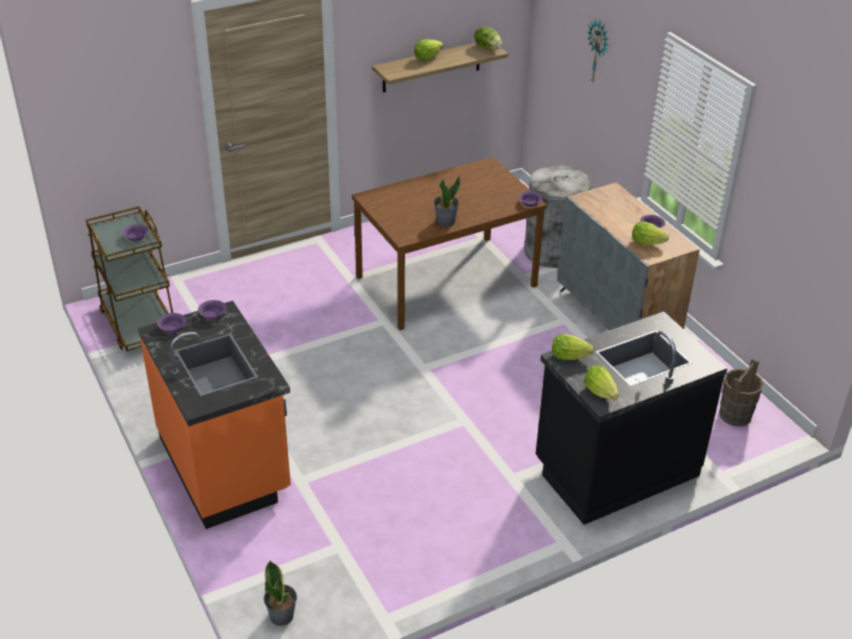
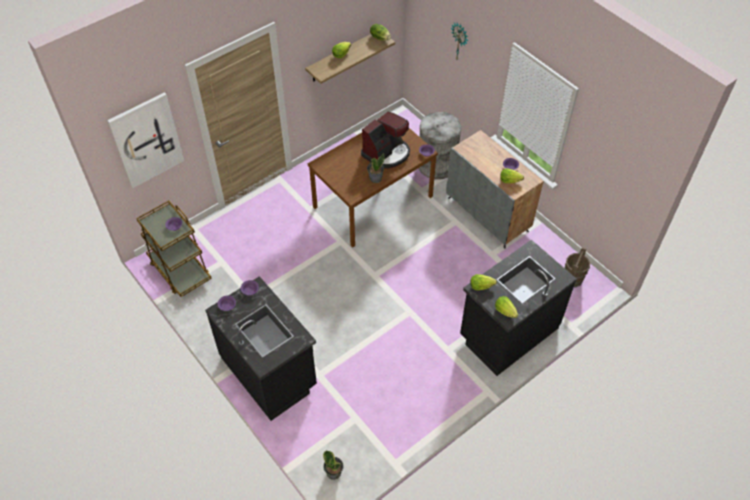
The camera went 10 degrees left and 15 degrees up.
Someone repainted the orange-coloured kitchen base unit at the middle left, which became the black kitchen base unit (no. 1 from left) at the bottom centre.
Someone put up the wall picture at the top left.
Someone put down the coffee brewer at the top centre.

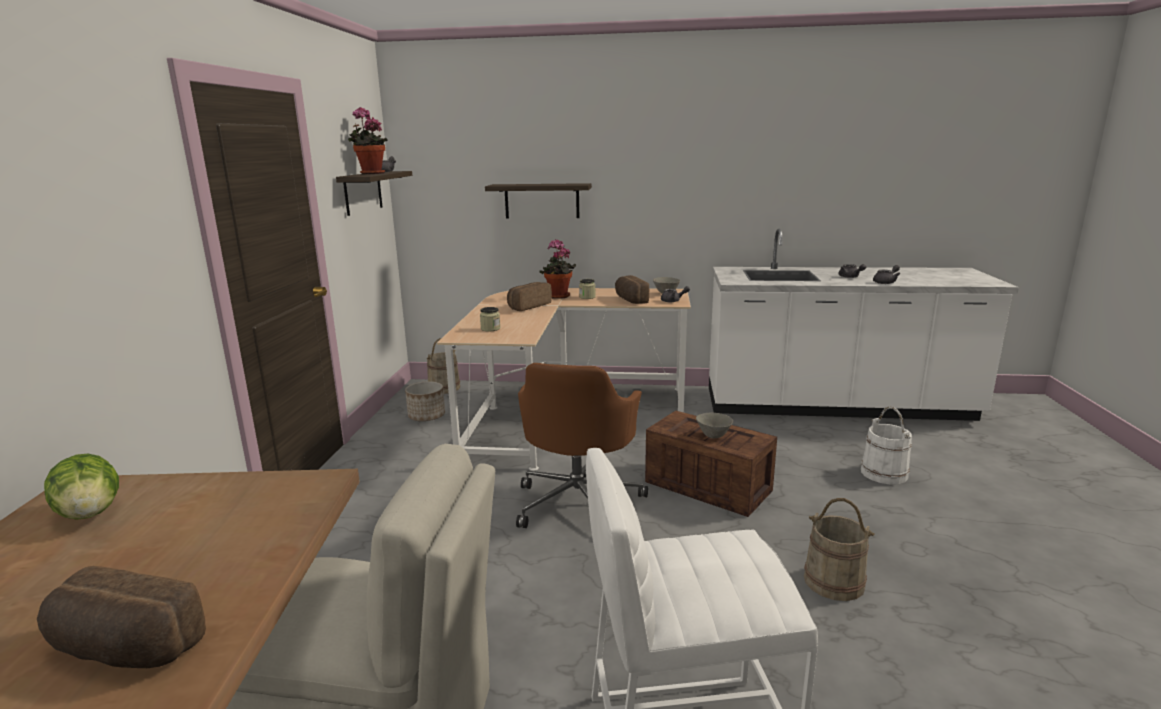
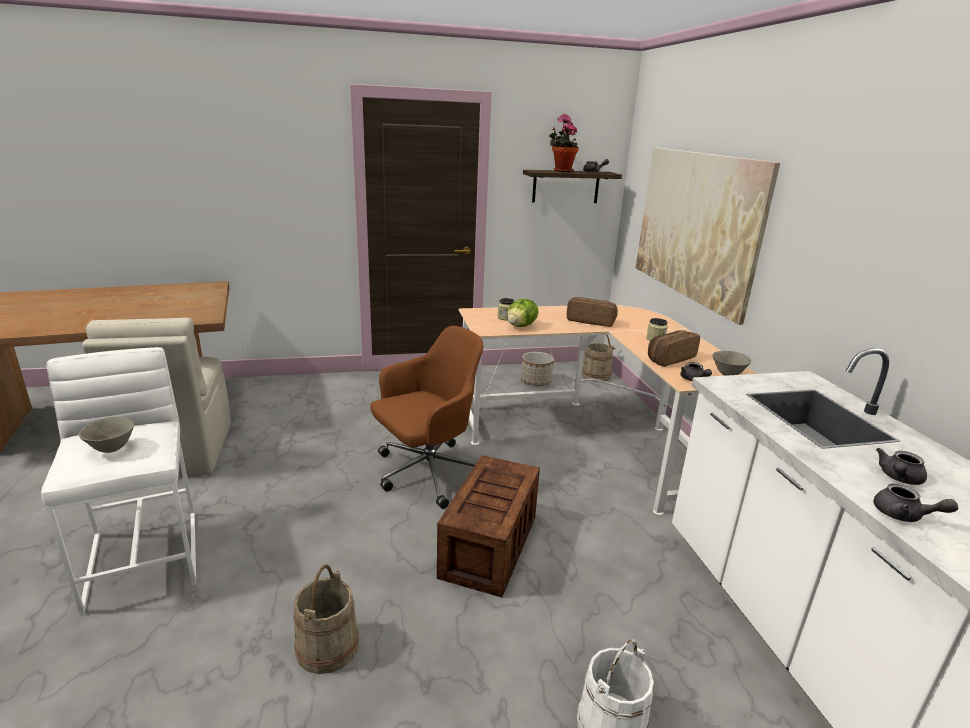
The camera went 70 degrees right and 5 degrees up.
Someone took away the bakery bread (no. 1 from left) at the bottom left.
Someone carried the lettuce from the bottom left to the centre.
Someone swapped the bracket shelf (no. 2 from left) at the top centre for the wall picture at the top right.
Someone rotated the brown computer chair at the centre by 150 degrees clockwise.
Someone took away the plant in a pot (no. 2 from left) at the centre.
Someone carried the greyish serving bowl (no. 2 from left in the first image) from the centre to the middle left.

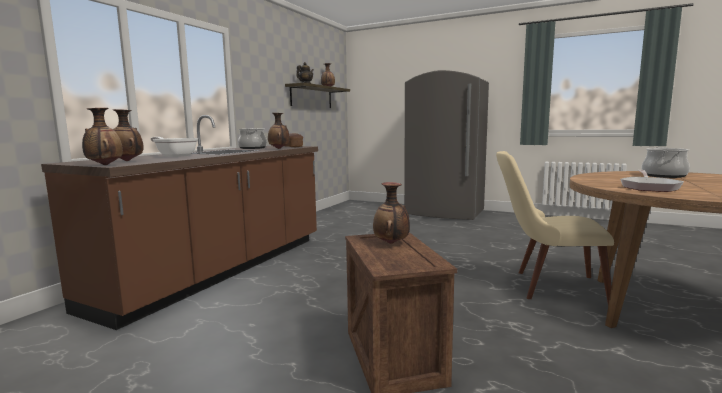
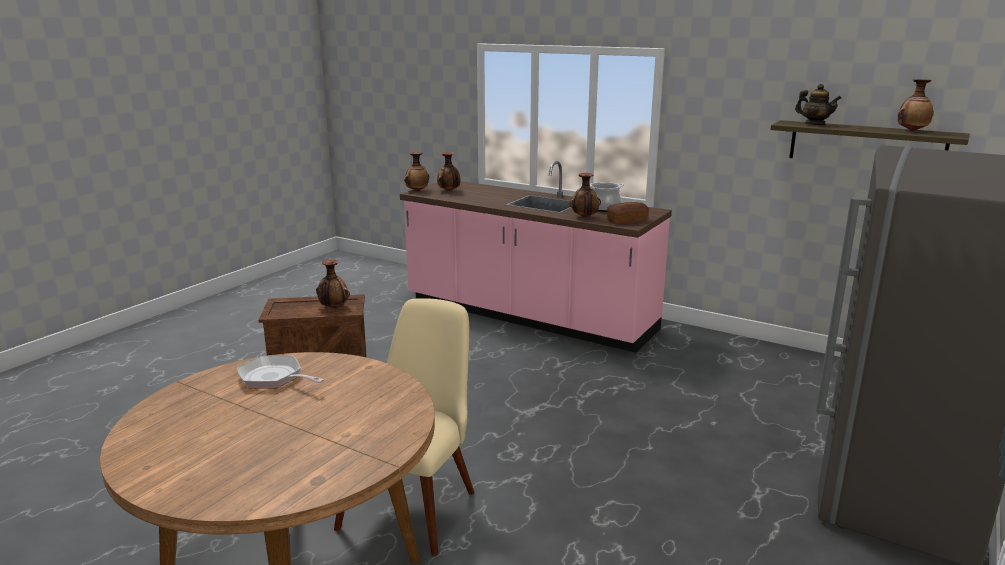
The camera went 95 degrees right and 10 degrees up.
Someone repainted the brown kitchen base unit at the middle left, which became the pink-coloured kitchen base unit at the centre.
Someone took away the frying pan (no. 1 from left) at the middle left.
Someone took away the saucepot (no. 2 from left) at the middle right.

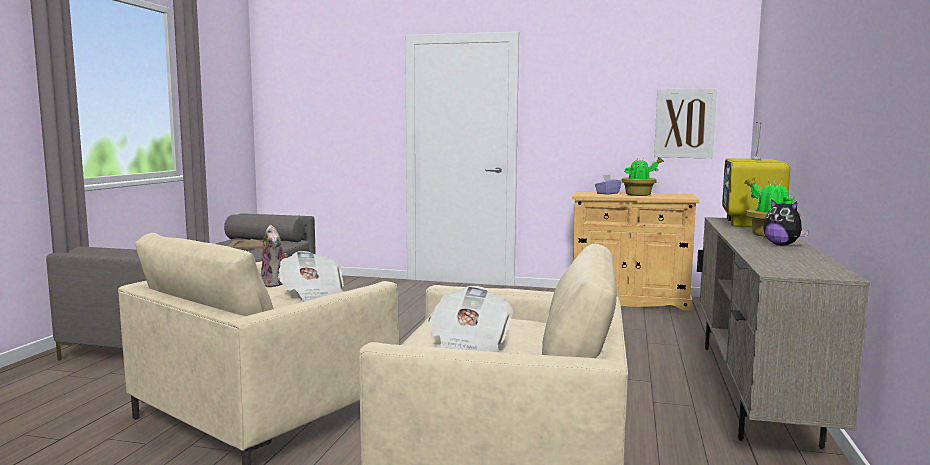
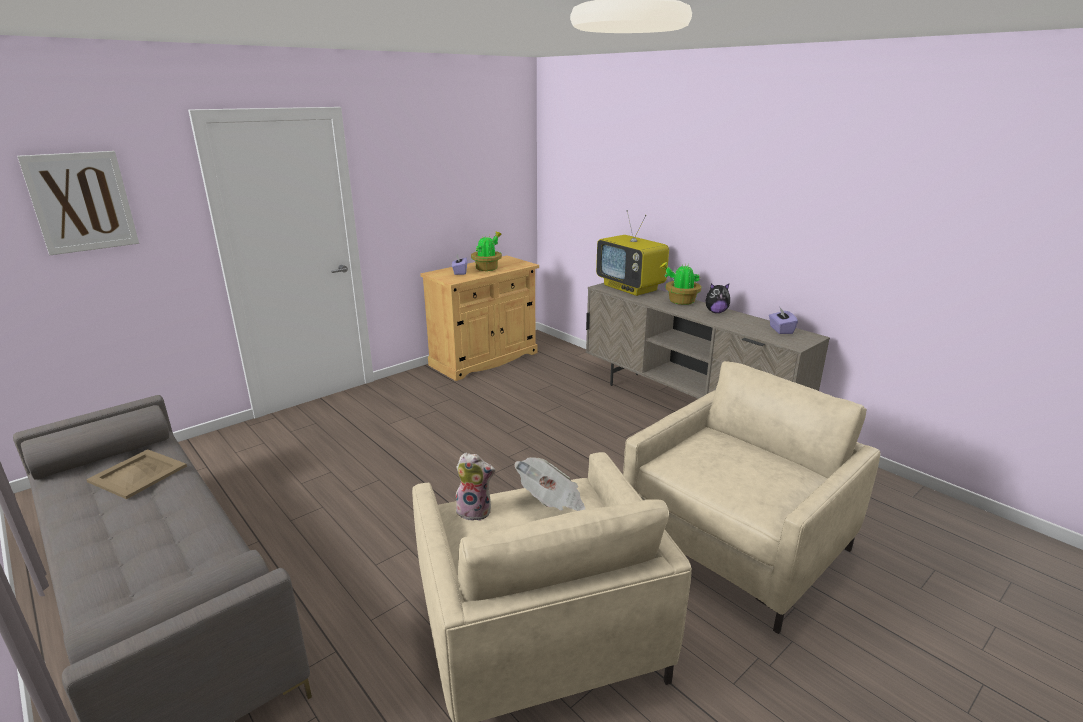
The camera went 55 degrees left and 15 degrees up.
Someone took away the newspaper (no. 2 from left) at the bottom centre.
Someone carried the wall picture from the top right to the top left.
Someone put down the purplish tissue box (no. 2 from left) at the middle right.

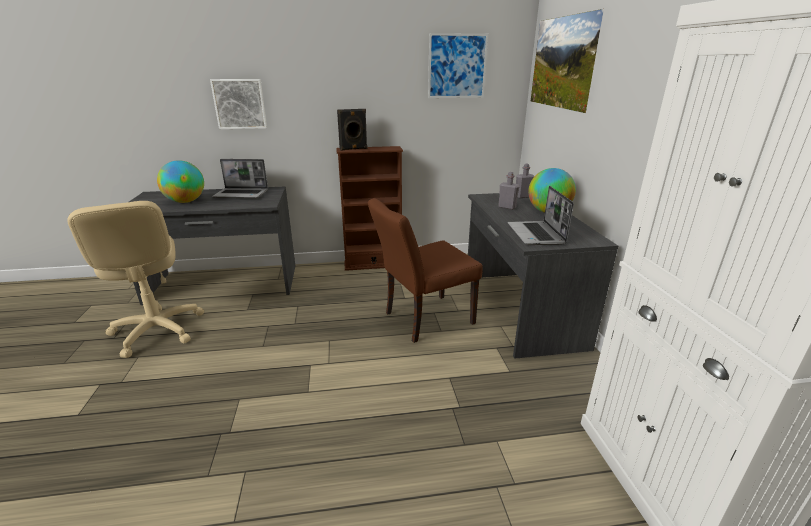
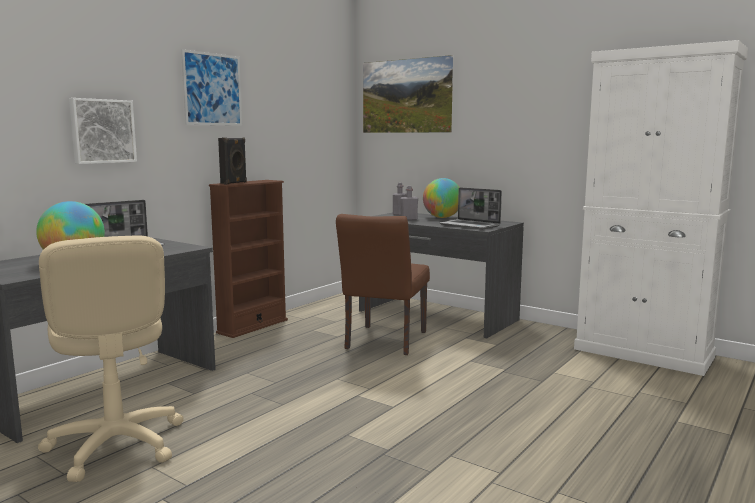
The camera went 45 degrees left and 15 degrees down.
Someone rotated the beige computer chair at the middle left by 45 degrees clockwise.
Someone carried the wall picture (no. 2 from left) from the top centre to the top left.

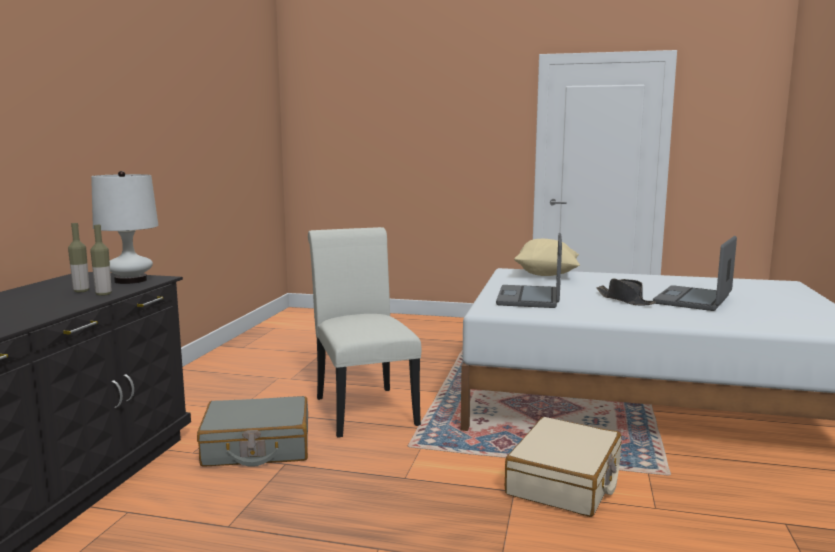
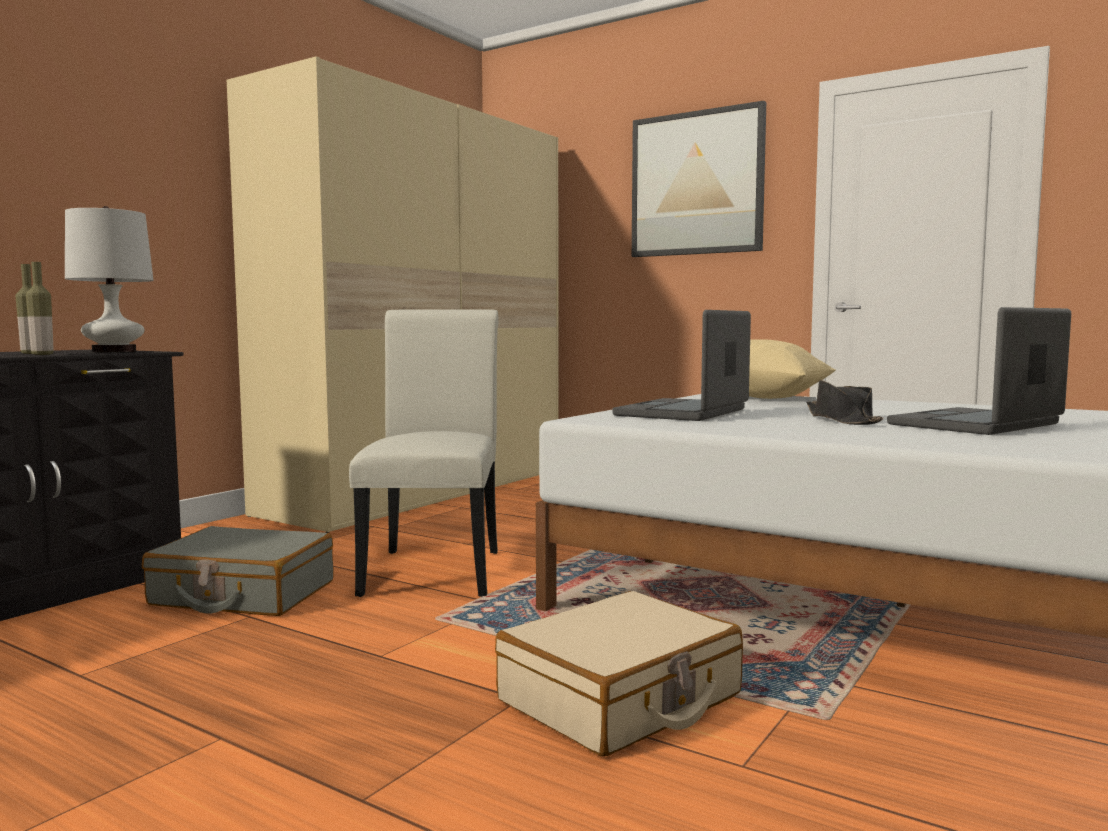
The camera went 20 degrees right and 5 degrees down.
Someone put down the beige wardrobe at the centre.
Someone put up the wall picture at the top centre.

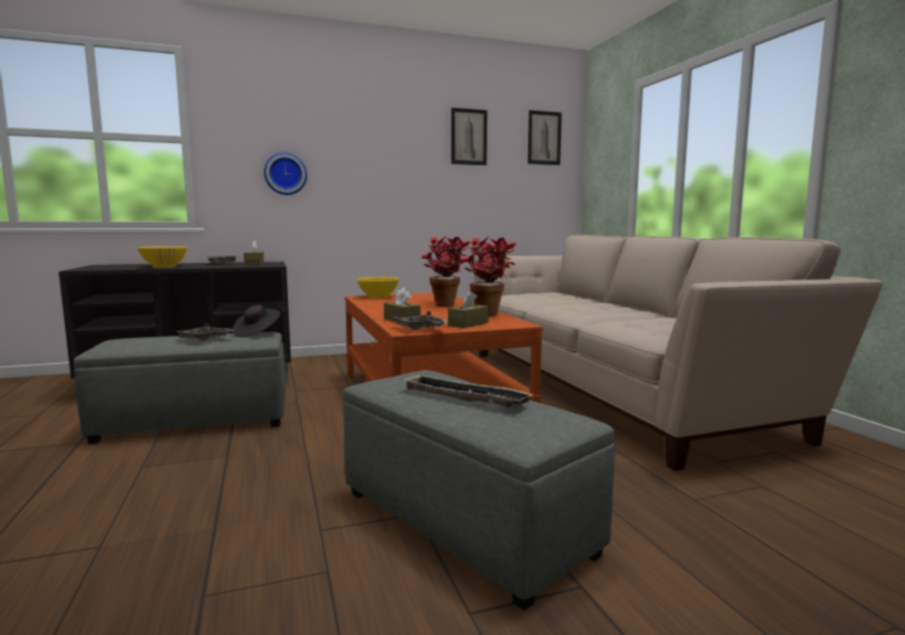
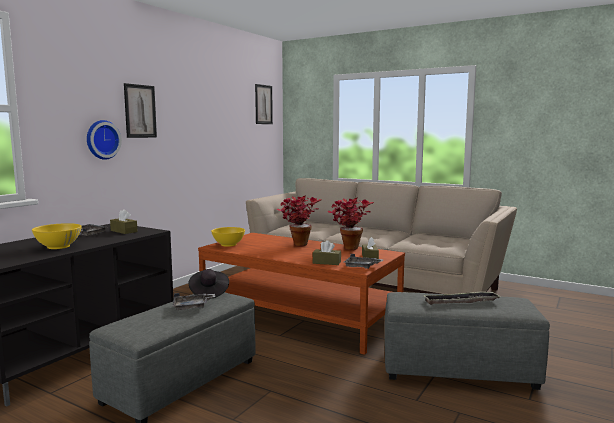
The camera went 40 degrees left and 0 degrees up.
Someone carried the wall picture (no. 1 from left) from the top centre to the top left.

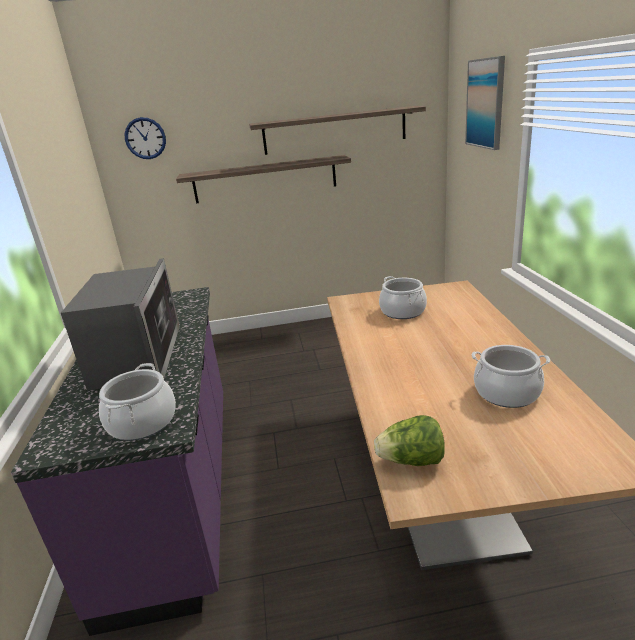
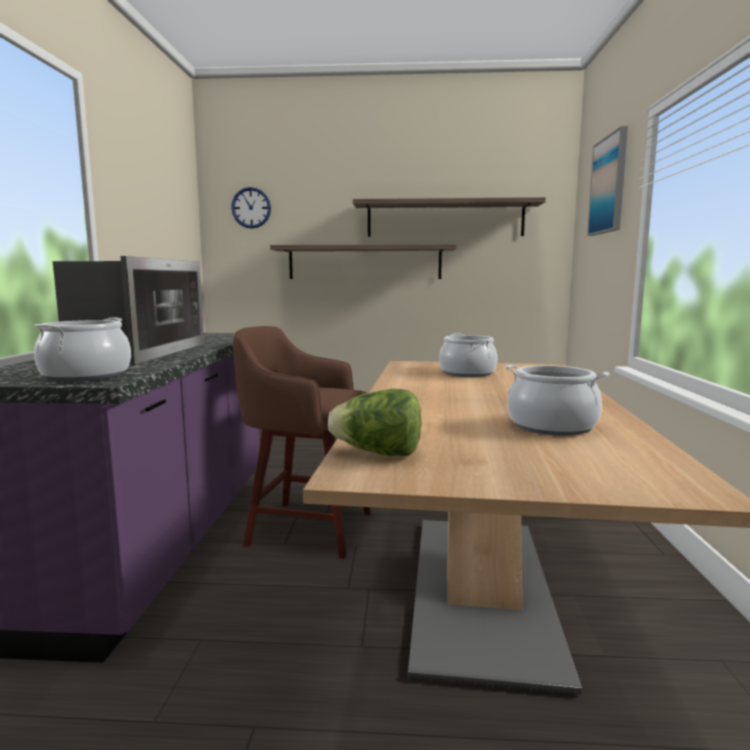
The camera went 10 degrees right and 15 degrees down.
Someone put down the brown stool at the centre.

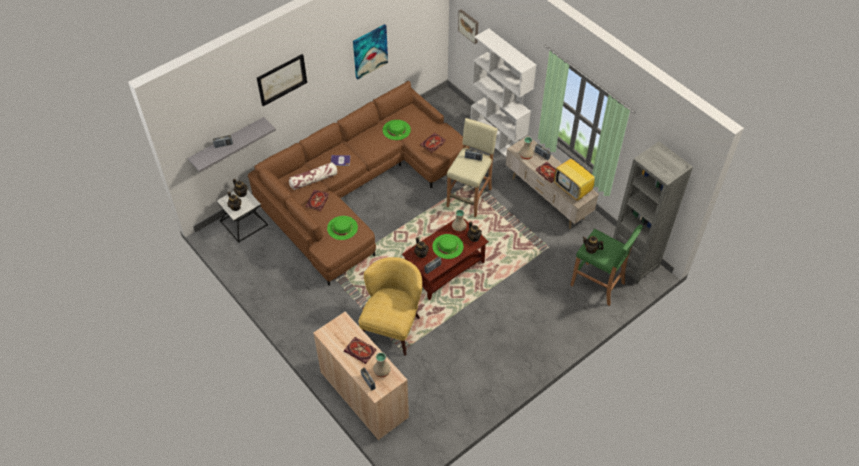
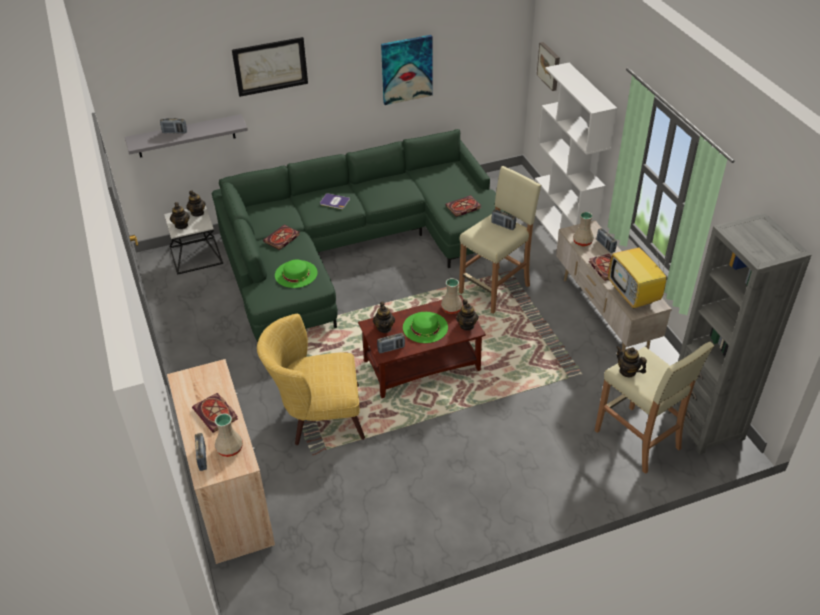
The camera went 20 degrees right and 10 degrees down.
Someone repainted the brown couch at the centre, which became the green-coloured couch at the centre.
Someone took away the cushion at the centre.
Someone rotated the yellow-coloured easy chair at the centre by 135 degrees counterclockwise.
Someone took away the green-coloured wearable hat (no. 2 from left) at the top centre.
Someone repainted the green-coloured stool at the middle right, which became the beige stool (no. 2 from left) at the middle right.

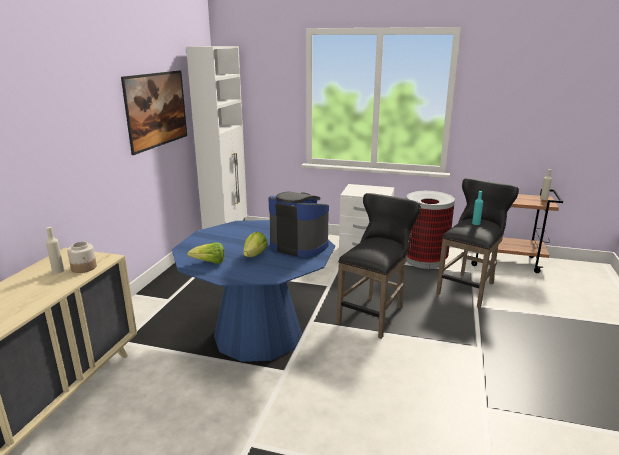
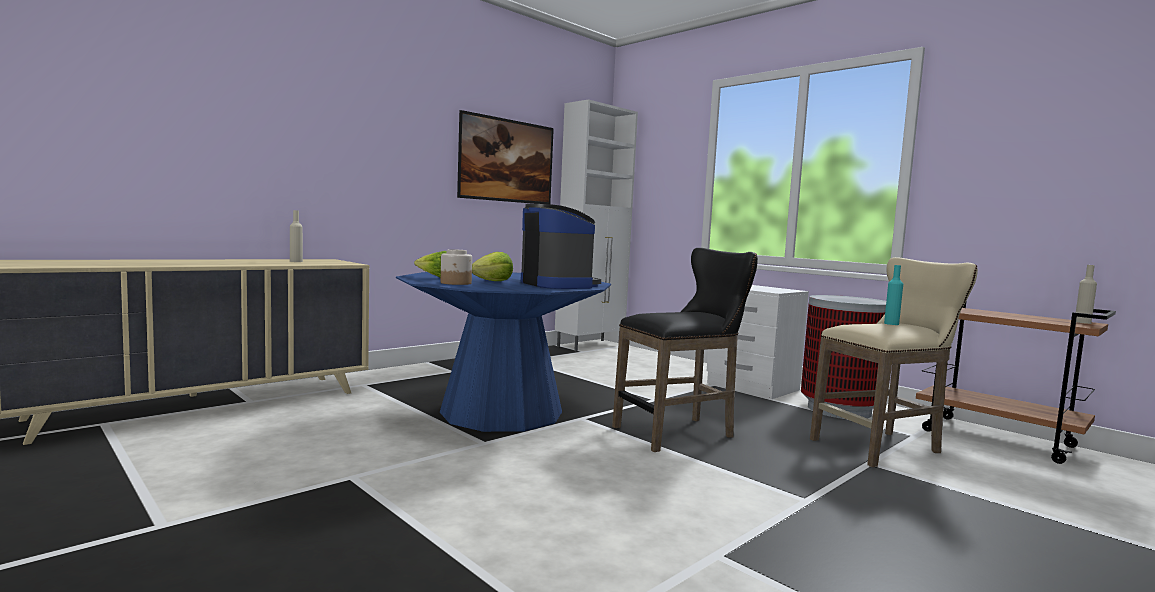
The camera went 30 degrees right and 15 degrees down.
Someone carried the preserve jar from the middle left to the centre.
Someone repainted the black stool (no. 2 from left) at the middle right, which became the beige stool at the middle right.

